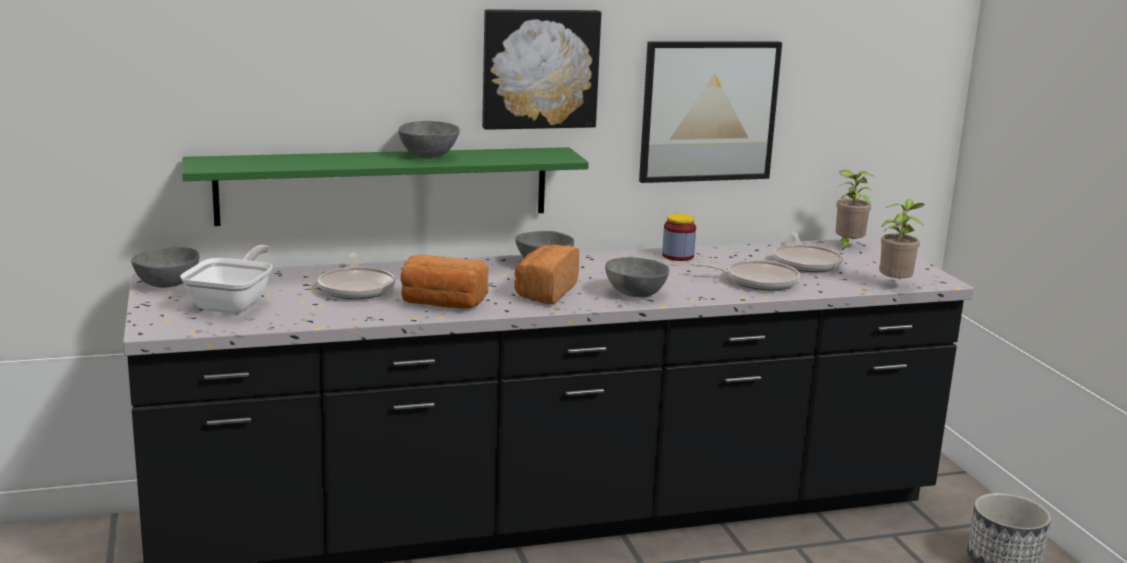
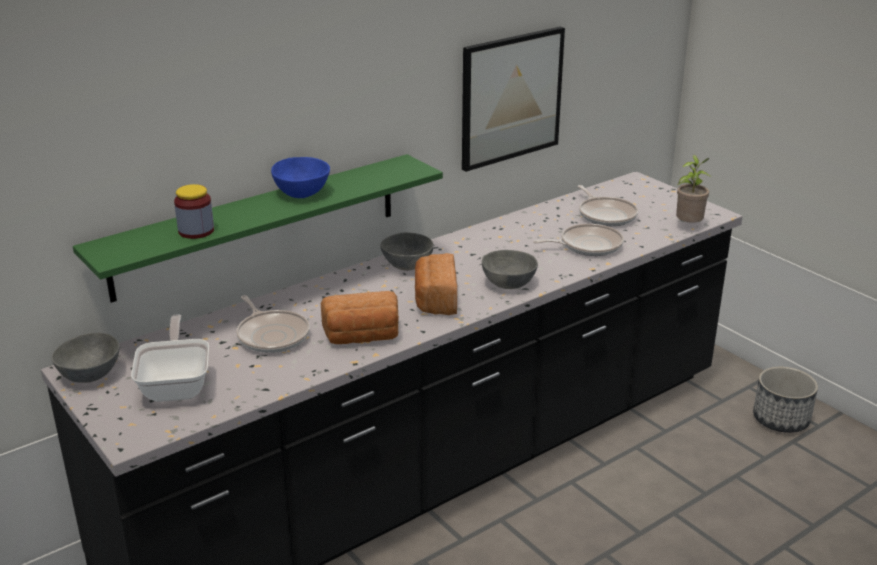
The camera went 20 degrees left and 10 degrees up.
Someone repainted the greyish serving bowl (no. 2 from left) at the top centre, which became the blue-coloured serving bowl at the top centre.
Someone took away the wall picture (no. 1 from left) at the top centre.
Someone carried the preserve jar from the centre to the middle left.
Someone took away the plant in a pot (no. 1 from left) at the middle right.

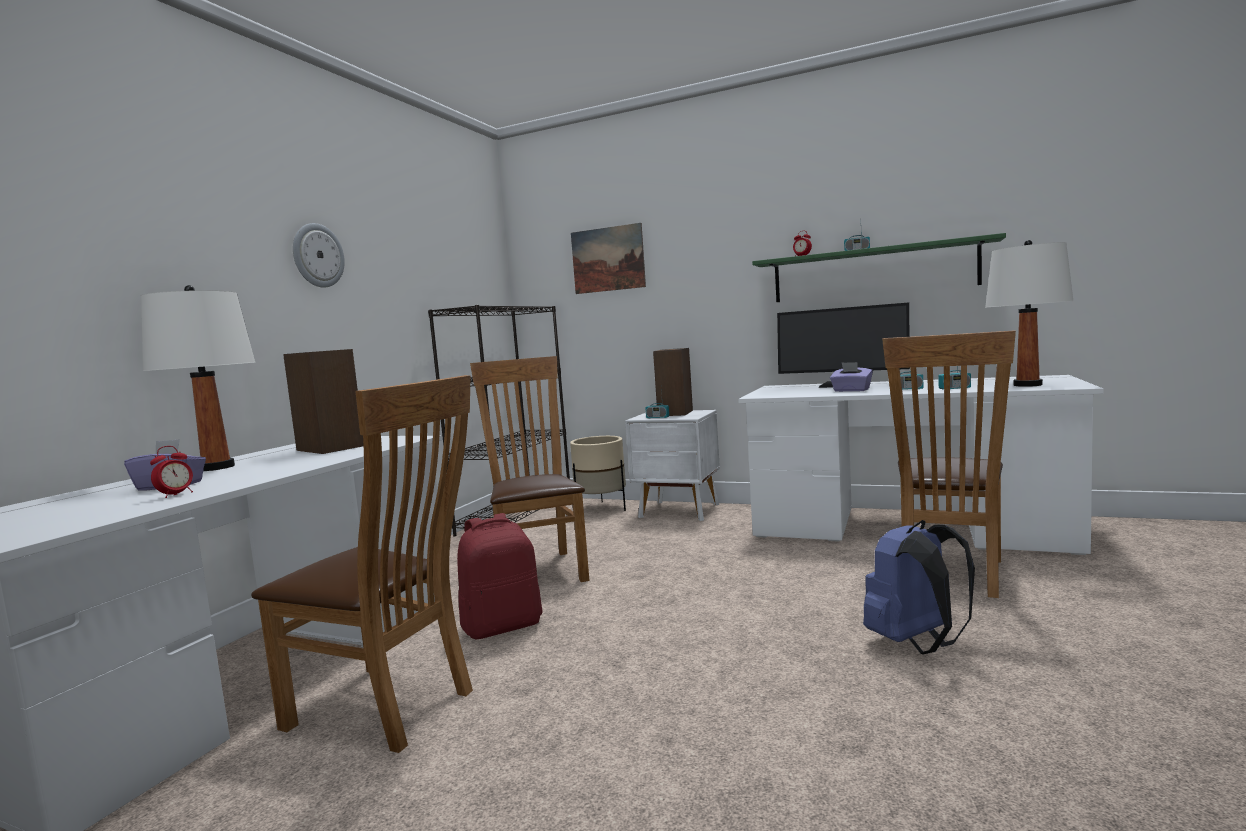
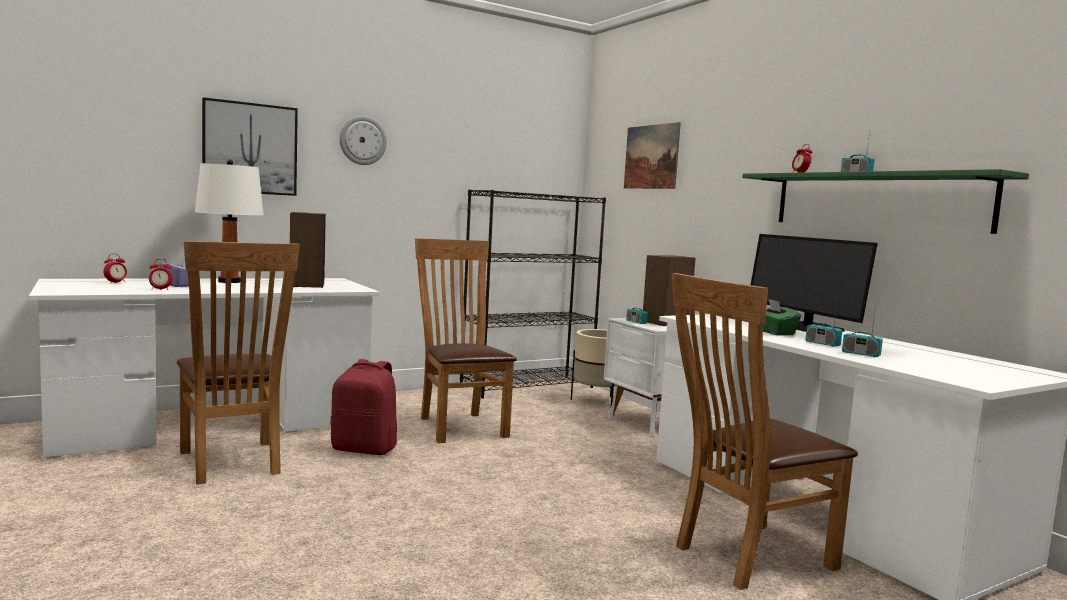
The camera went 35 degrees right and 0 degrees up.
Someone rotated the brown upright chair (no. 2 from left) at the centre by 45 degrees counterclockwise.
Someone repainted the purplish tissue box (no. 2 from left) at the middle right, which became the green-coloured tissue box at the middle right.
Someone took away the blue-coloured backpack at the bottom right.
Someone took away the white-coloured lamp for a table (no. 2 from left) at the middle right.
Someone put down the bedside clock (no. 1 from left) at the middle left.
Someone put up the wall picture (no. 1 from left) at the top left.

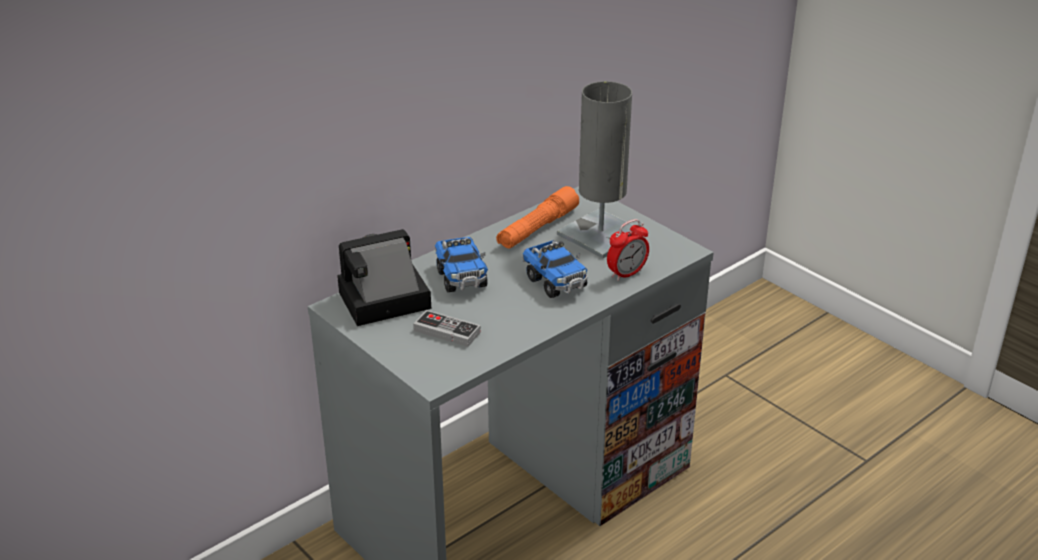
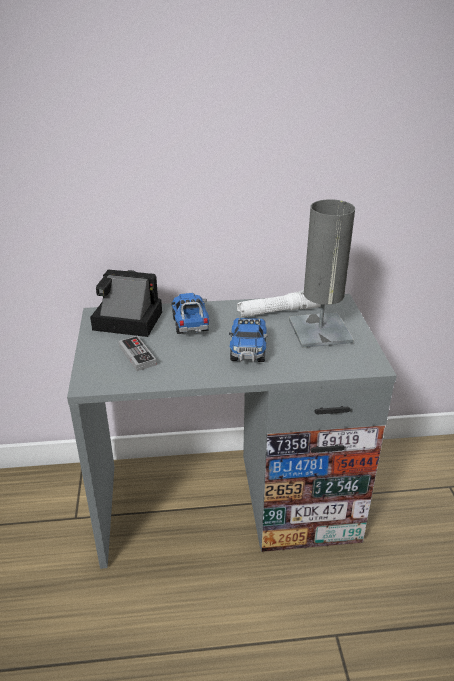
The camera went 35 degrees right and 0 degrees up.
Someone rotated the toy truck (no. 1 from left) at the centre by 150 degrees clockwise.
Someone repainted the orange-coloured hand torch at the centre, which became the white-coloured hand torch at the centre.
Someone took away the bedside clock at the centre.

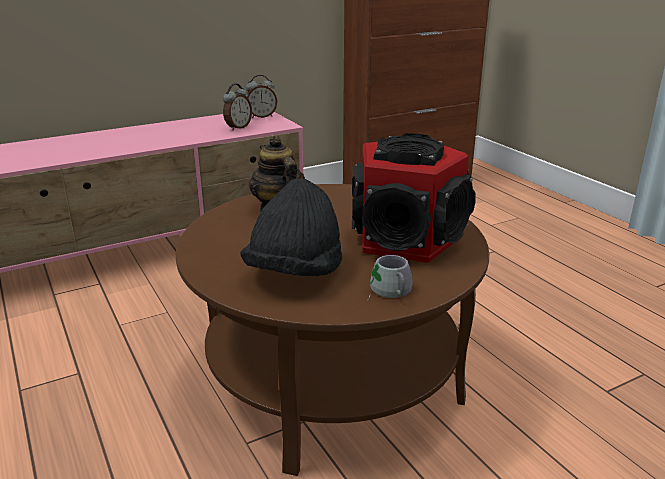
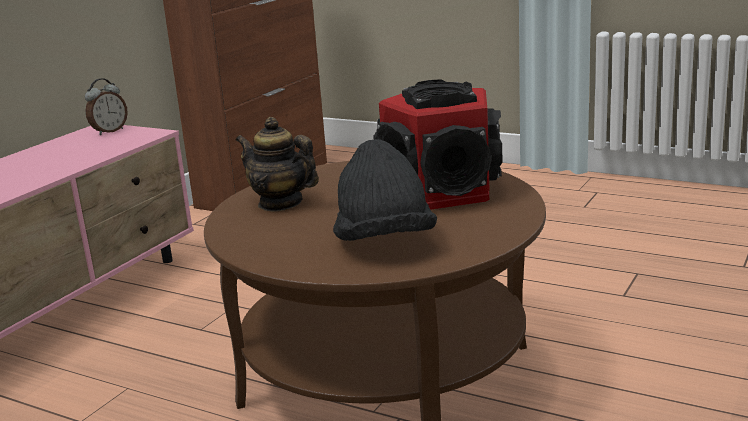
The camera went 30 degrees left and 5 degrees down.
Someone took away the bedside clock (no. 1 from left) at the top centre.
Someone took away the greyish tea mug at the centre.

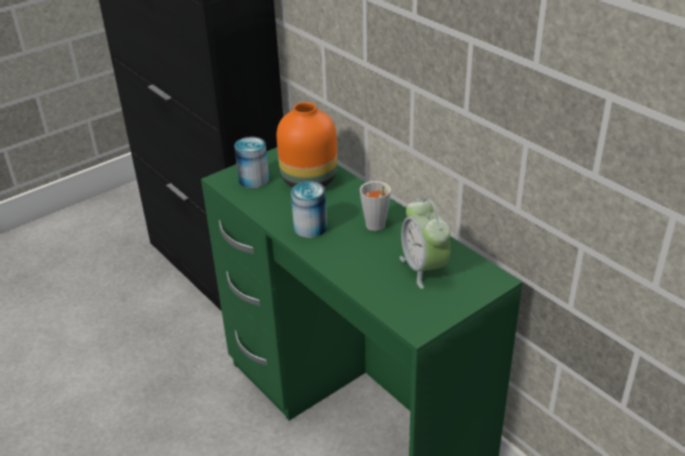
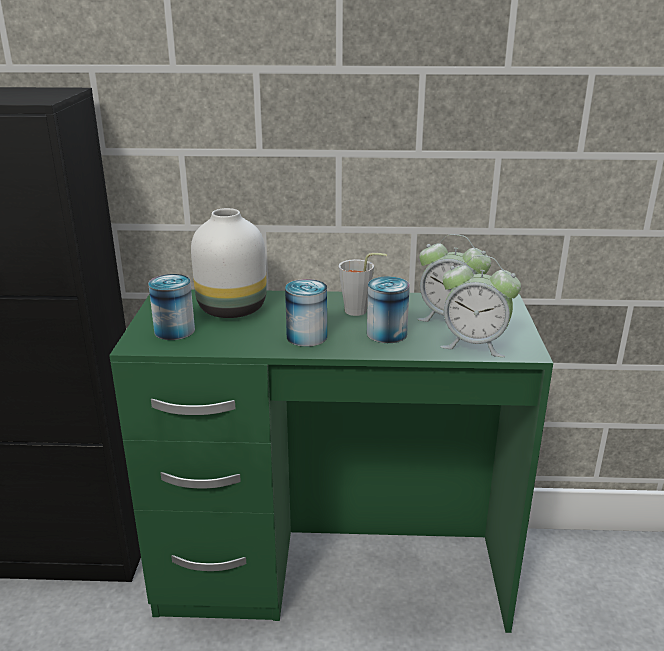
The camera went 50 degrees left and 10 degrees down.
Someone repainted the orange-coloured flower vase at the top centre, which became the white-coloured flower vase at the centre.
Someone put down the metal can (no. 3 from left) at the centre.
Someone put down the bedside clock (no. 2 from left) at the middle right.

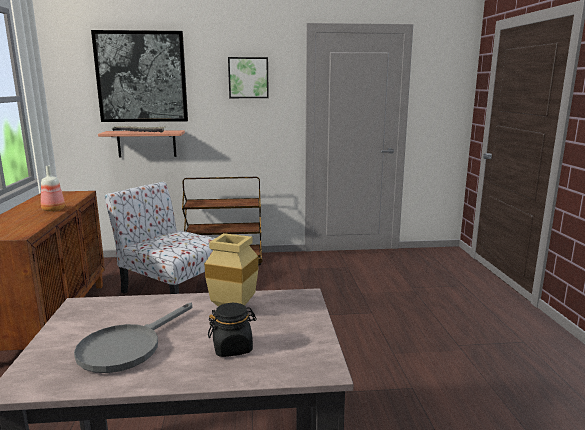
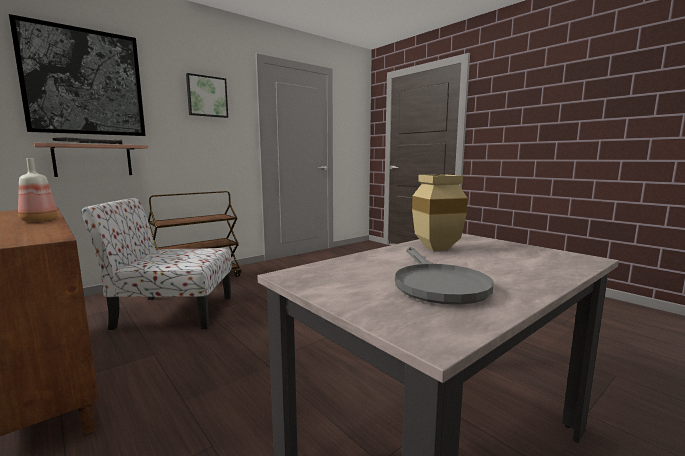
The camera went 35 degrees left and 5 degrees down.
Someone took away the black preserve jar at the bottom centre.

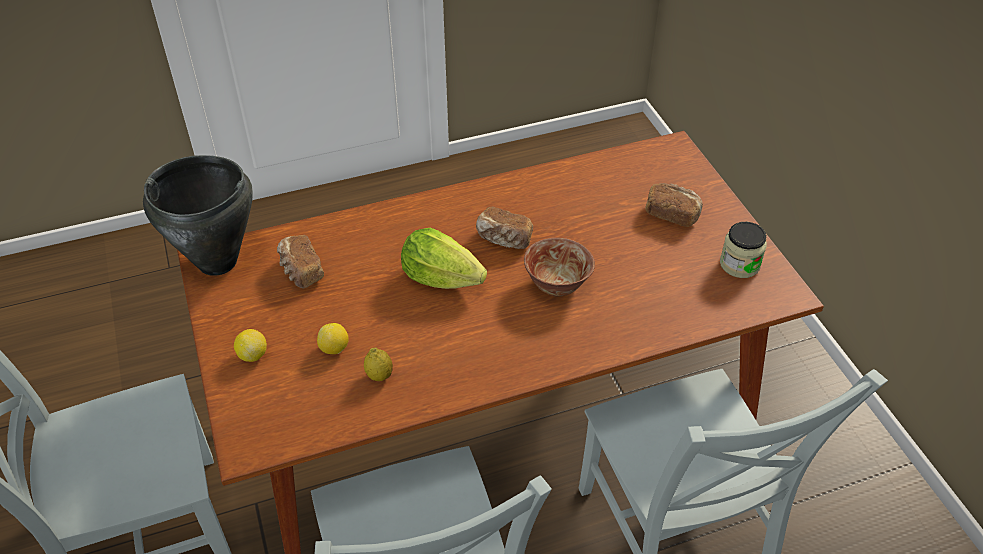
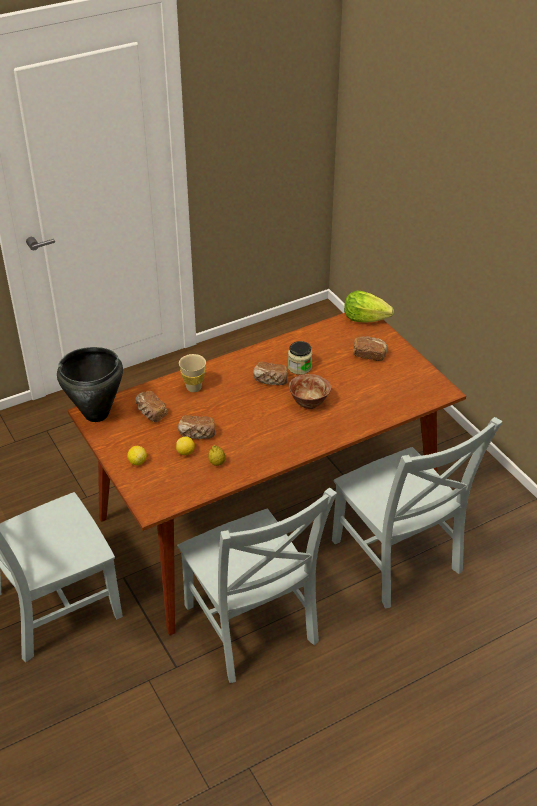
The camera went 10 degrees left and 5 degrees down.
Someone carried the lettuce from the centre to the middle right.
Someone carried the preserve jar from the middle right to the centre.
Someone put down the bakery bread (no. 2 from left) at the centre.
Someone put down the beige cup at the centre.

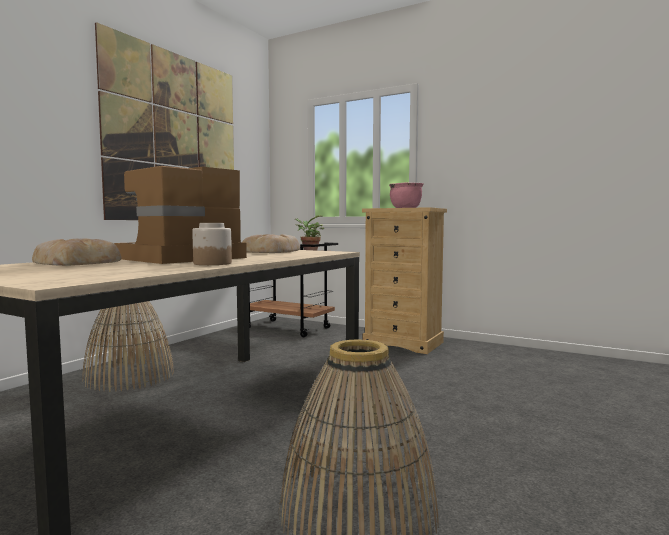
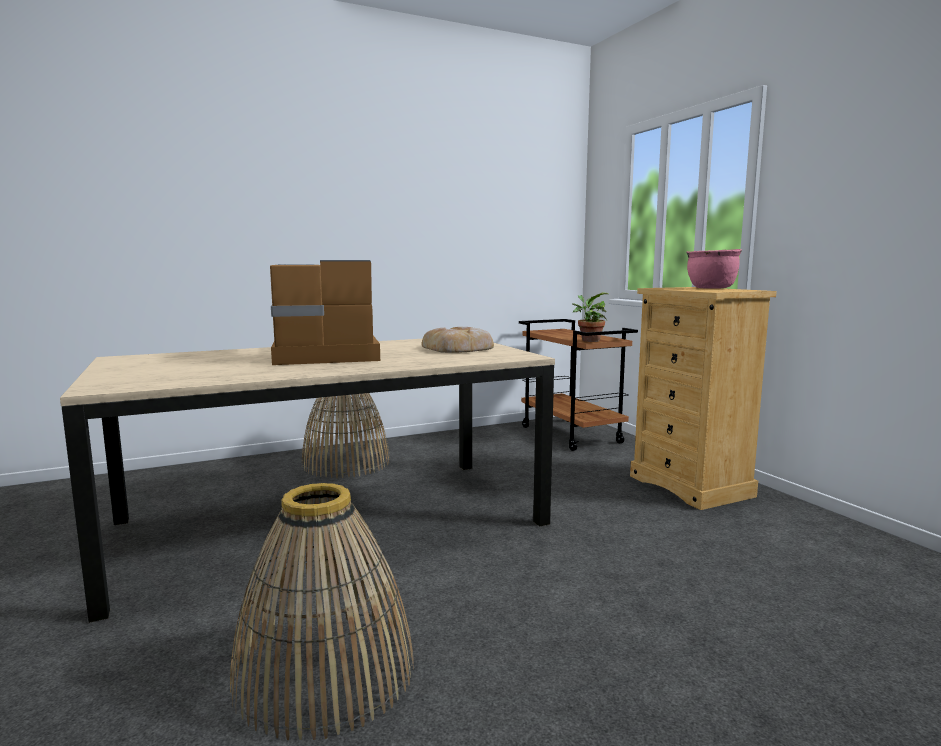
The camera went 35 degrees right and 5 degrees up.
Someone took away the bakery bread (no. 1 from left) at the middle left.
Someone took away the wall picture at the top left.
Someone took away the preserve jar at the middle left.

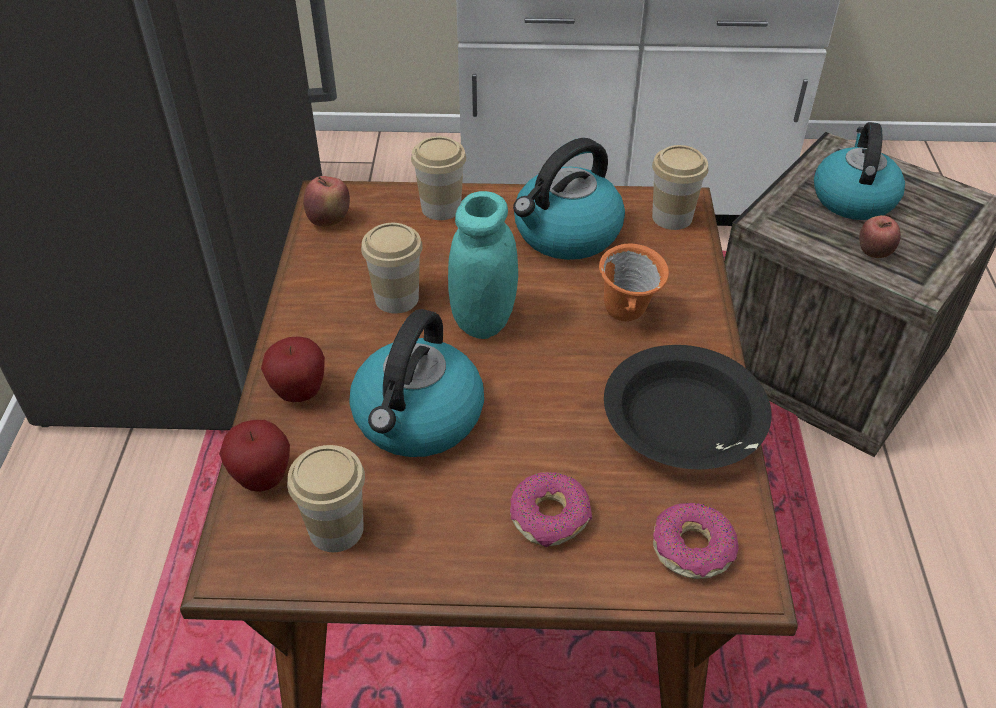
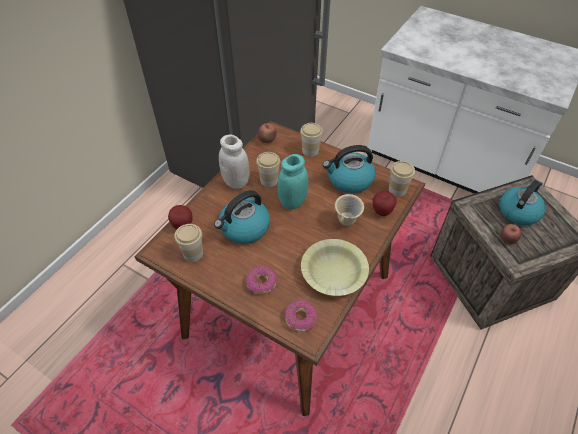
The camera went 30 degrees right and 5 degrees up.
Someone carried the apple fruit (no. 2 from left in the first image) from the middle left to the centre.
Someone repainted the orange-coloured tea mug at the centre, which became the beige tea mug at the centre.
Someone repainted the black serving bowl at the middle right, which became the yellow-coloured serving bowl at the centre.
Someone put down the white-coloured preserve jar at the centre.

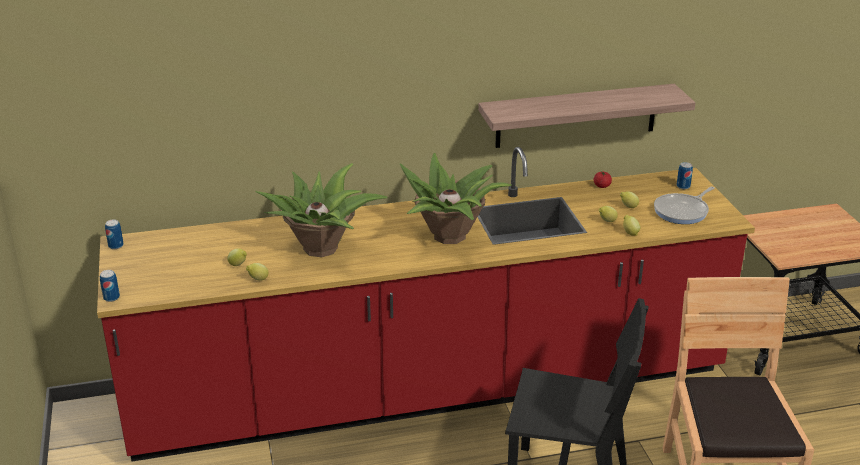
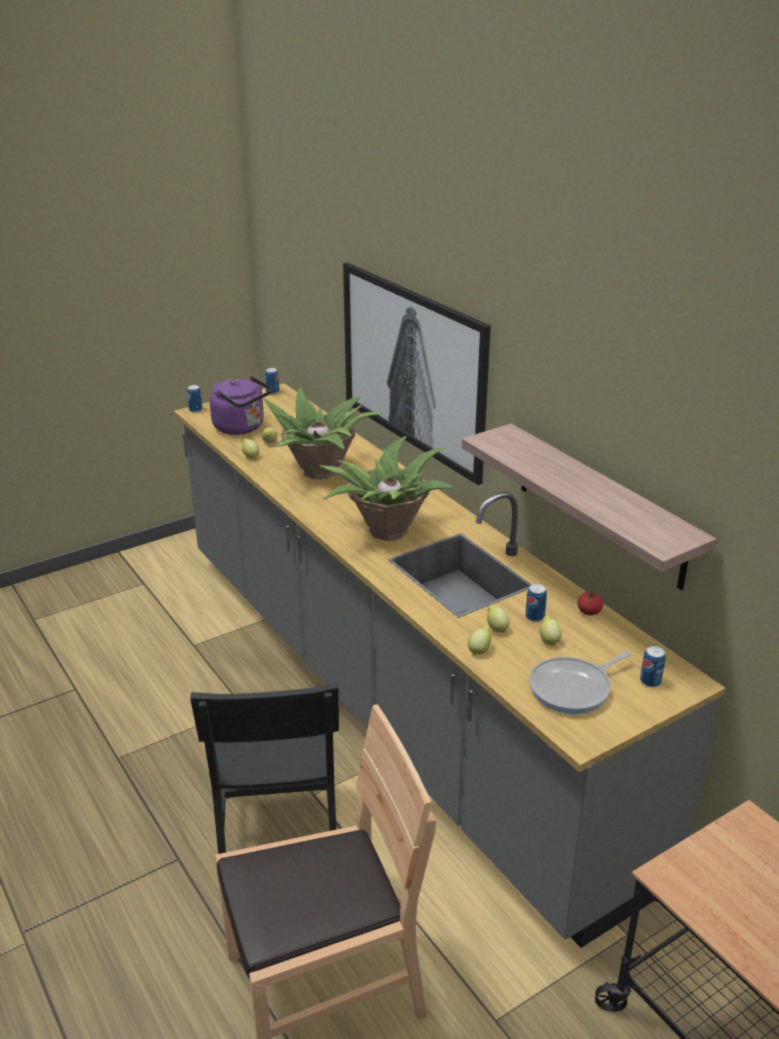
The camera went 70 degrees right and 0 degrees up.
Someone repainted the red-coloured kitchen base unit at the centre, which became the greyish kitchen base unit at the centre.
Someone rotated the frying pan at the middle right by 60 degrees counterclockwise.
Someone put down the purplish kettle at the middle left.
Someone put up the wall picture at the centre.
Someone put down the metal can (no. 3 from left) at the middle right.

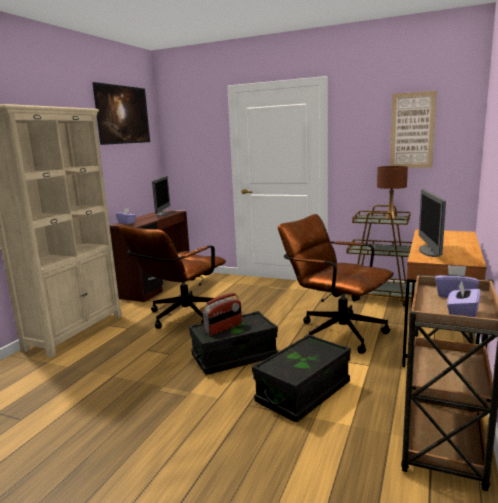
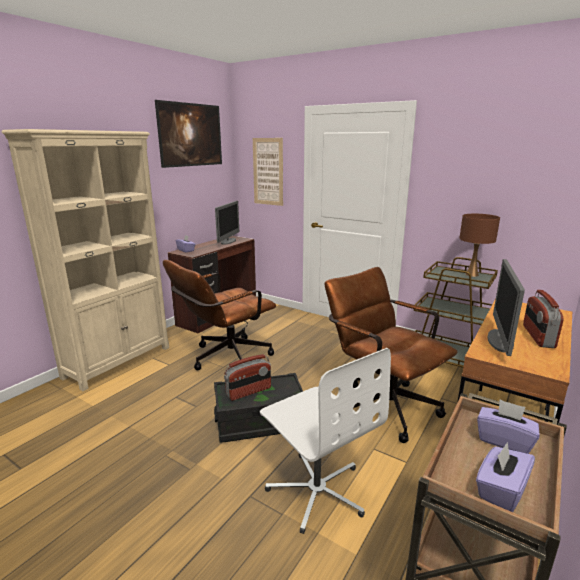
The camera went 10 degrees right and 5 degrees up.
Someone swapped the black storage bin (no. 2 from left) at the bottom centre for the white-coloured computer chair at the bottom centre.
Someone carried the wall picture (no. 2 from left) from the top right to the top centre.
Someone put down the radio (no. 2 from left) at the middle right.

